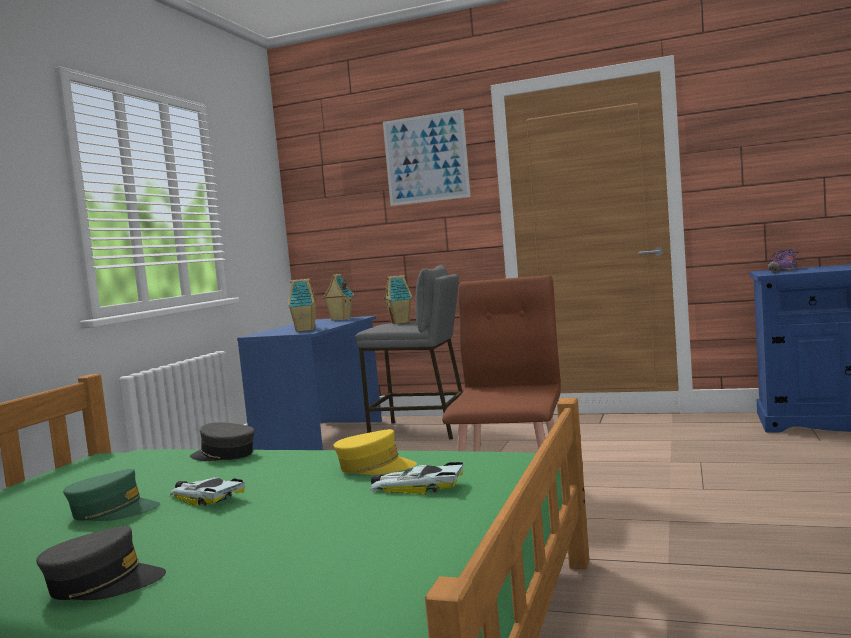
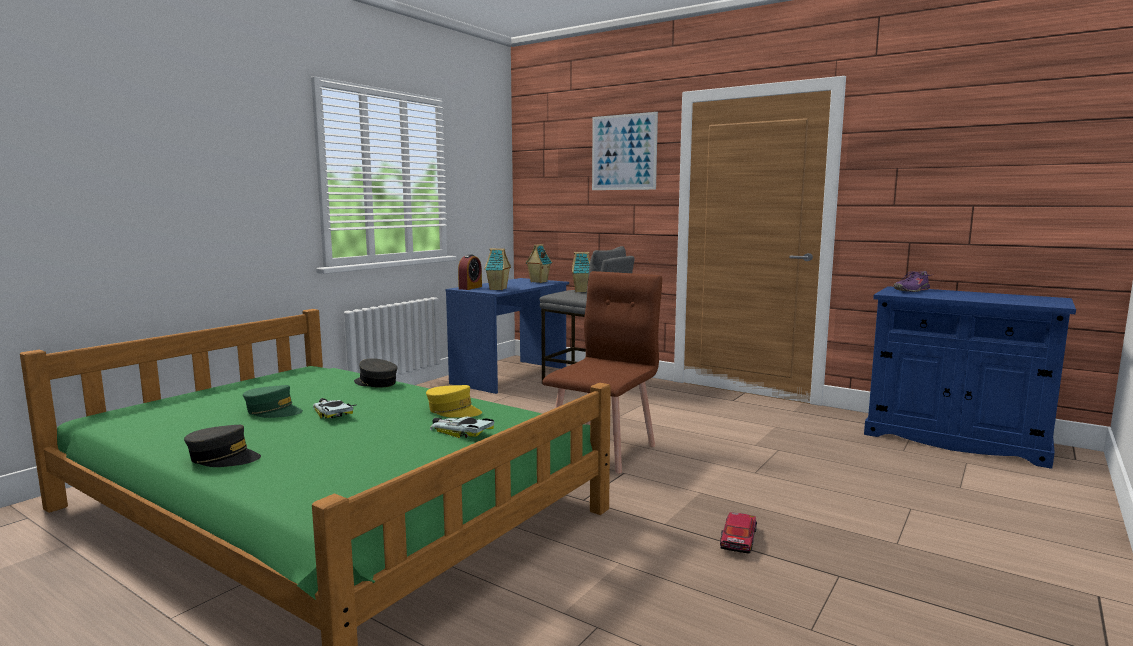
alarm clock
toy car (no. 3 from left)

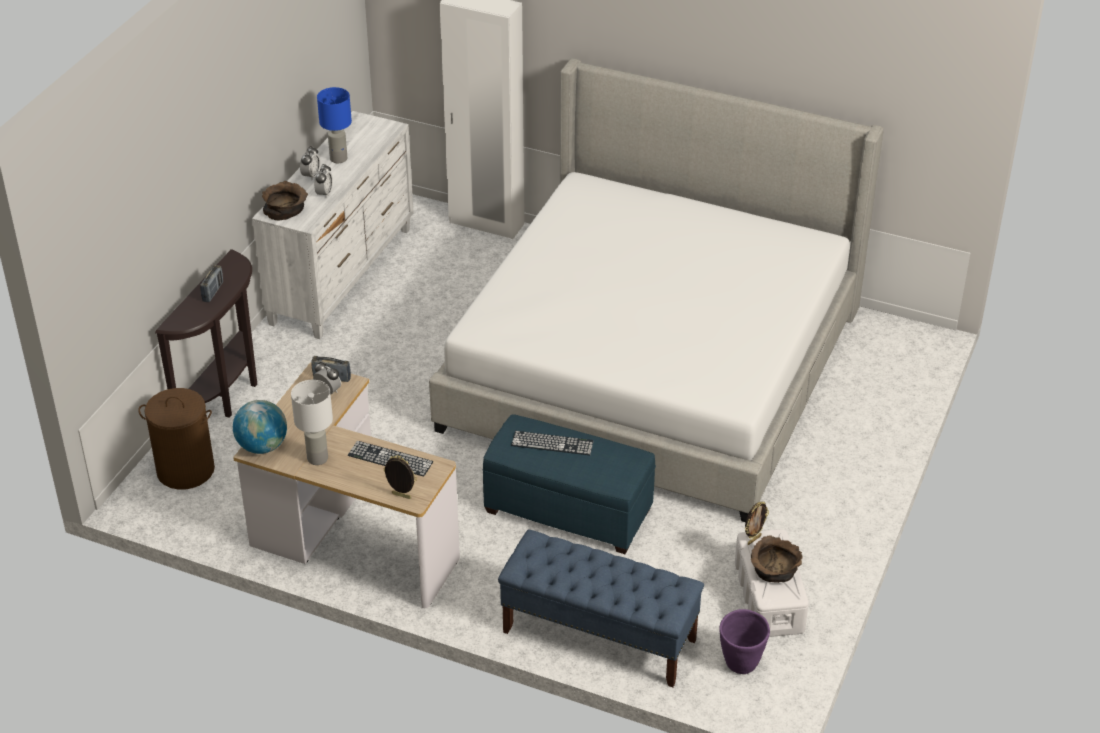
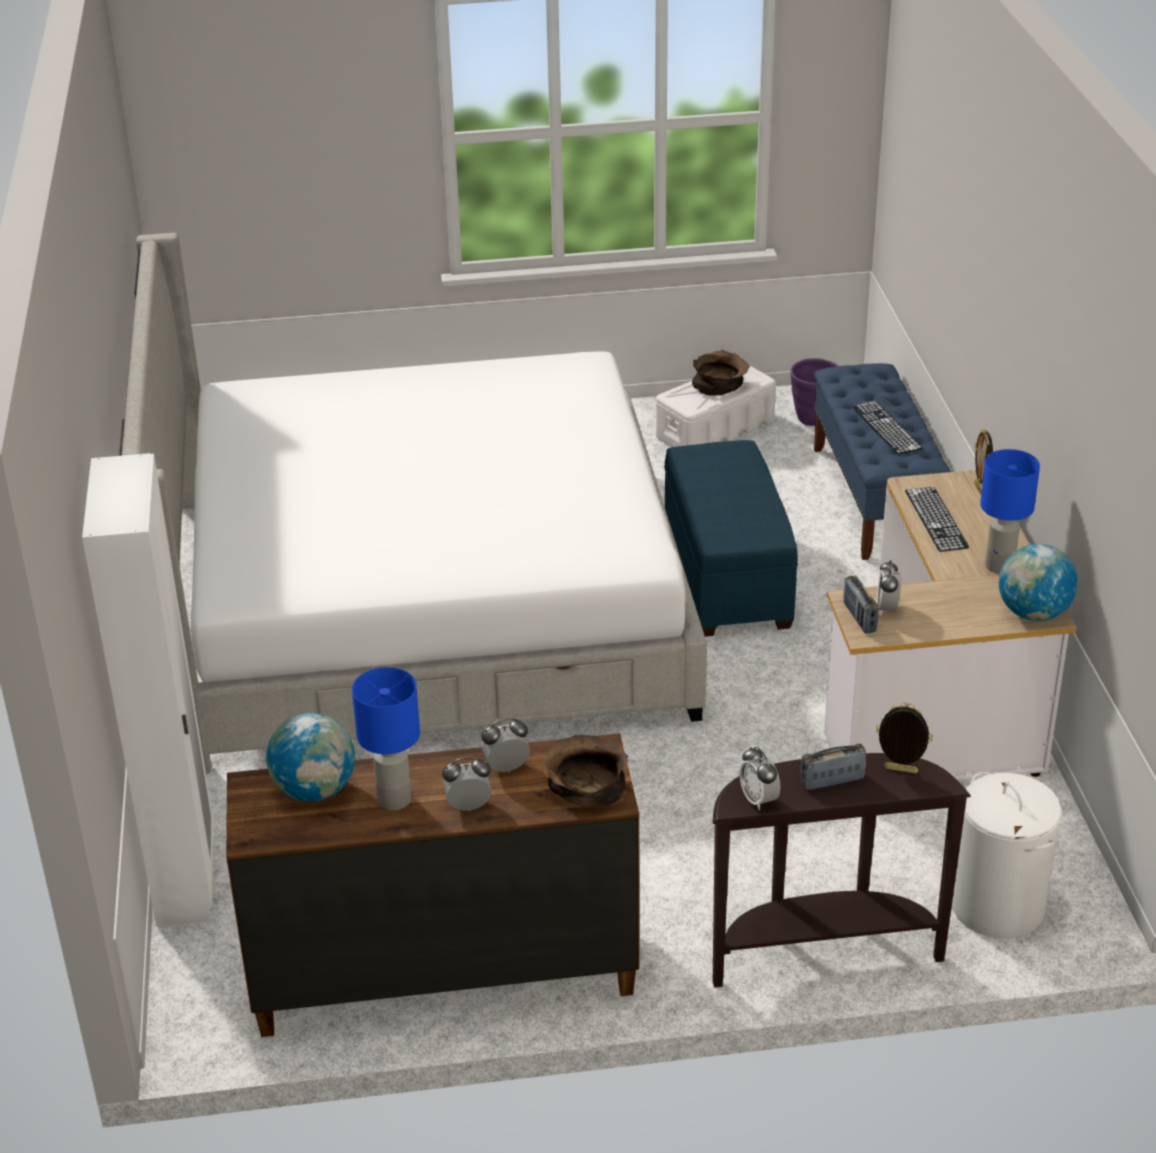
globe (no. 1 from left)
alarm clock (no. 3 from left)
keyboard (no. 1 from left)
picture frame (no. 1 from left)
white laundry basket
brown dresser
blue table lamp (no. 2 from left)

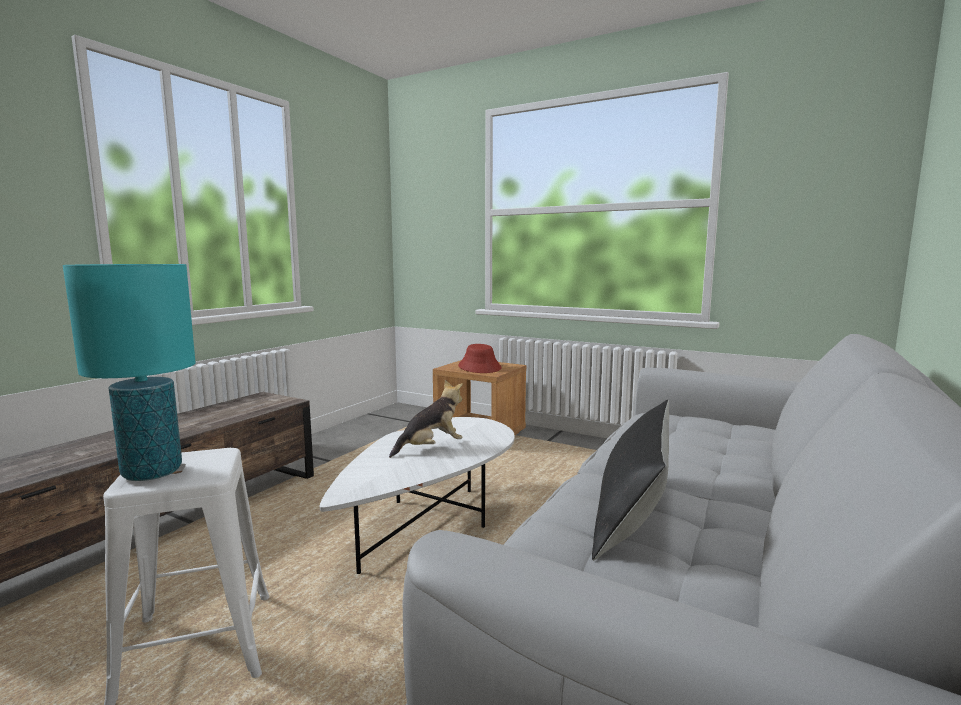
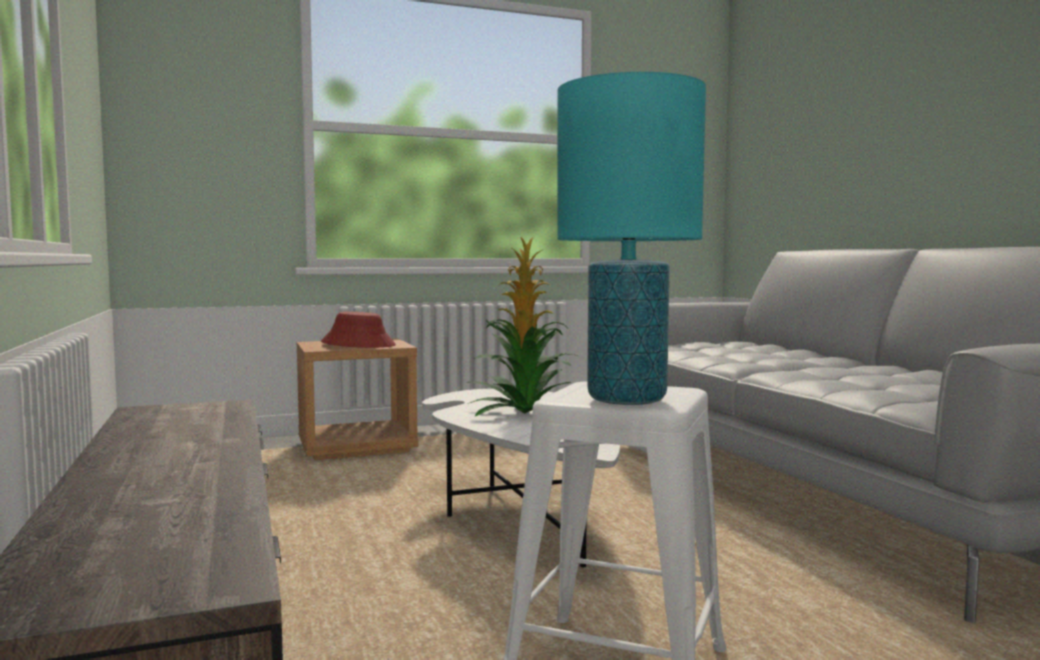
black pillow
potted plant

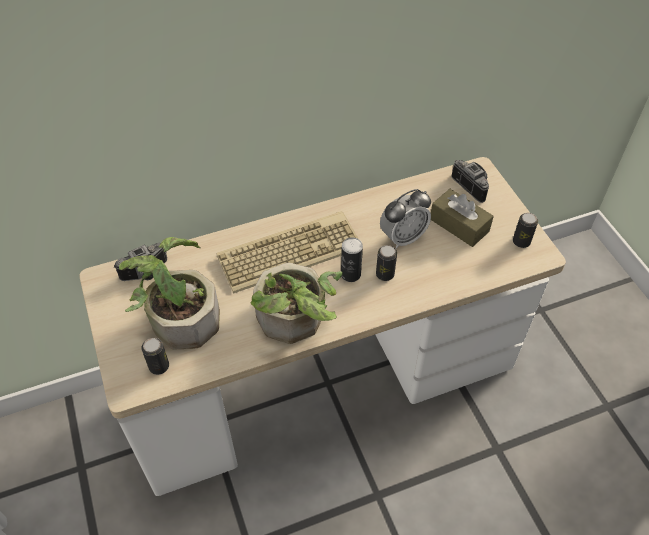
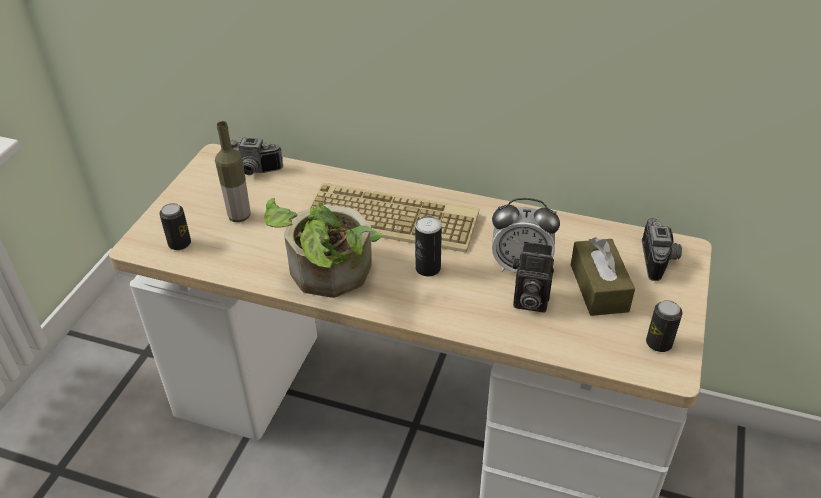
can (no. 3 from left in the first image)
photo camera (no. 2 from left)
bottle

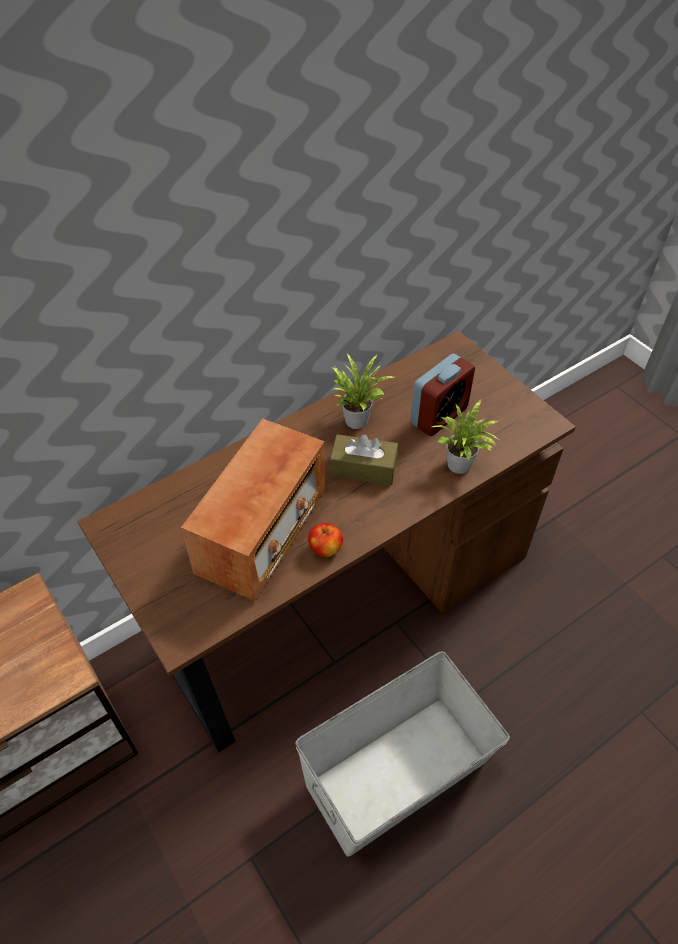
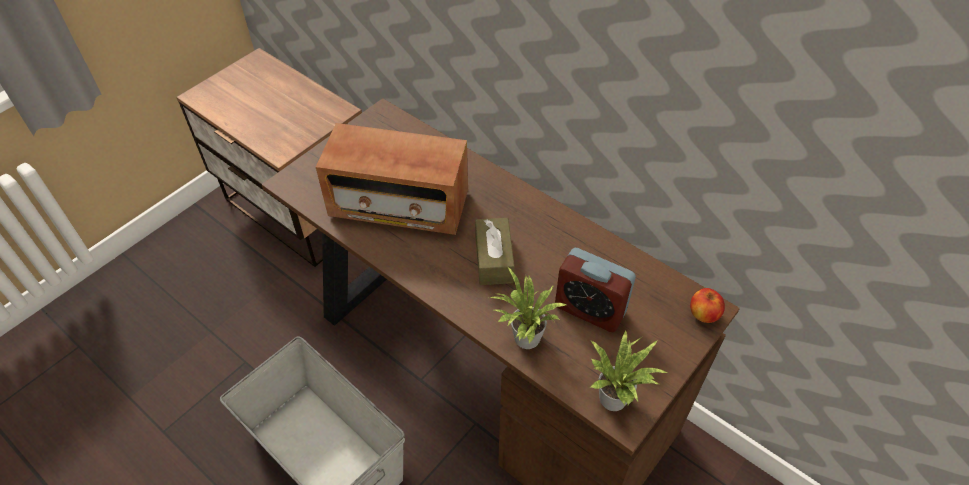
apple
potted plant (no. 2 from left)

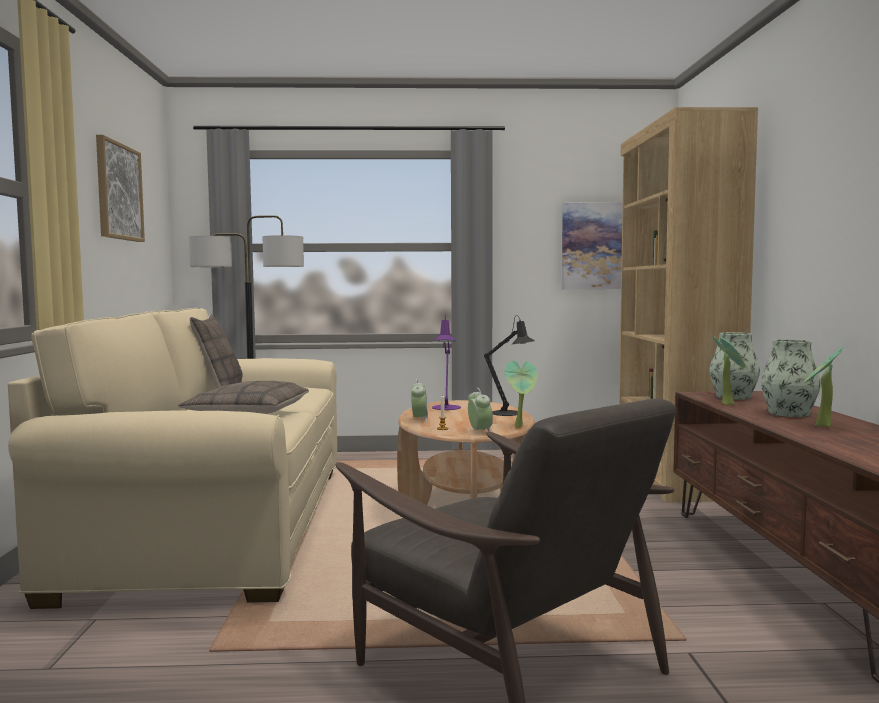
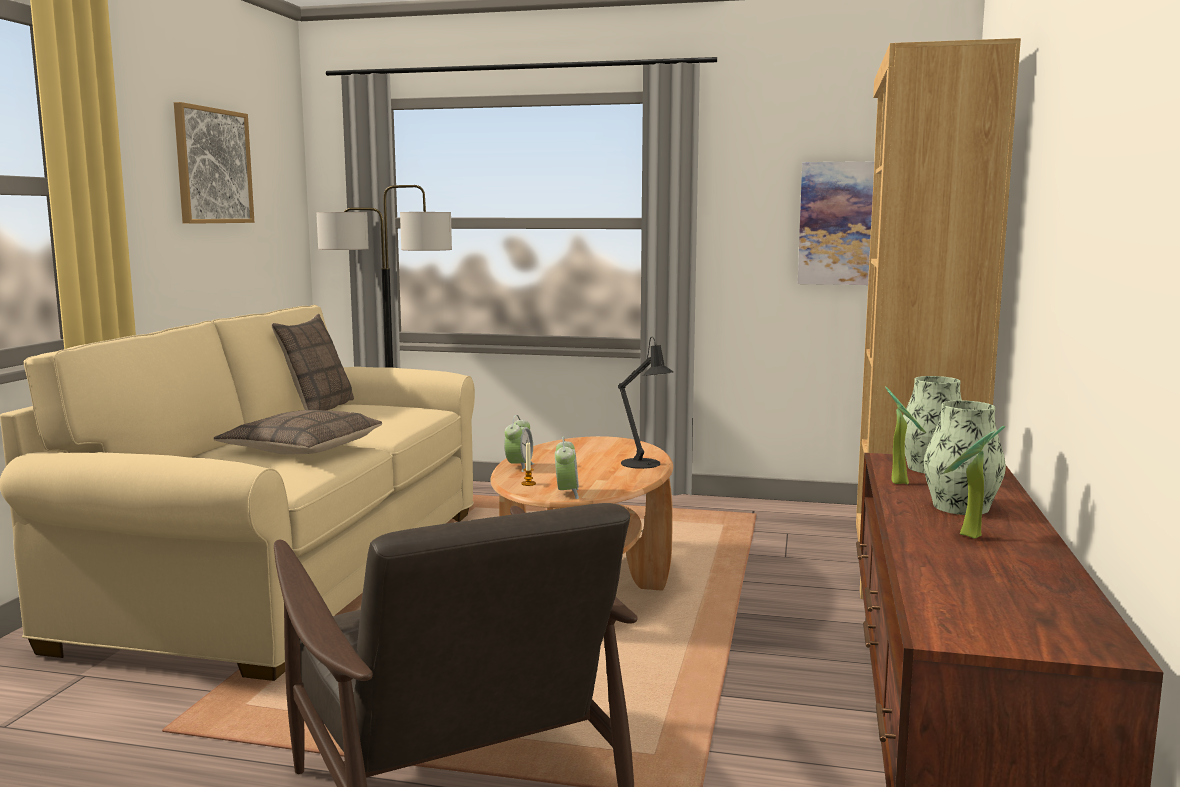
purple table lamp
potted plant (no. 1 from left in the first image)

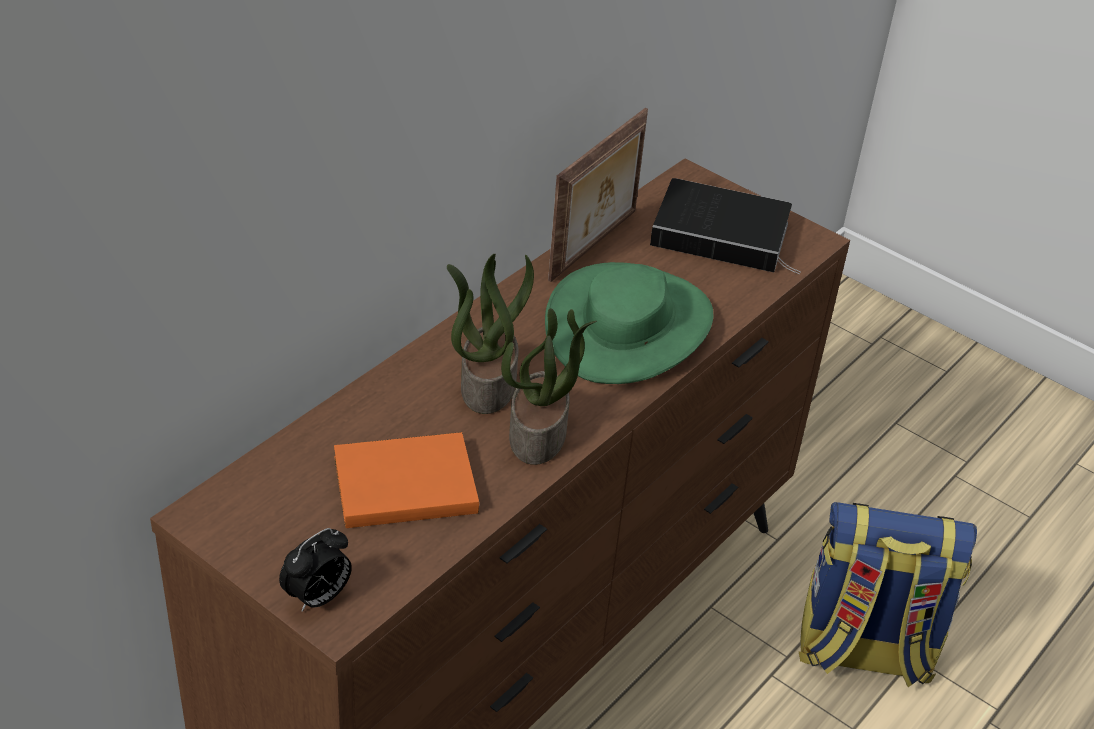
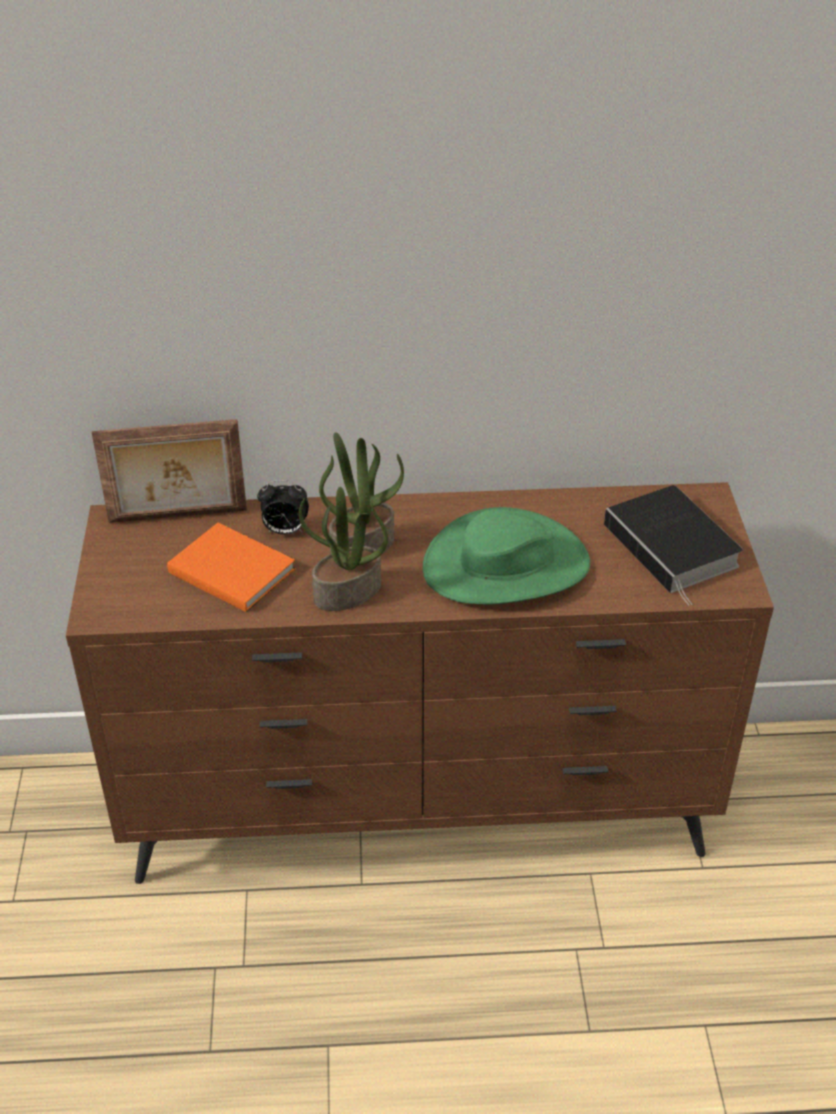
backpack
alarm clock
picture frame

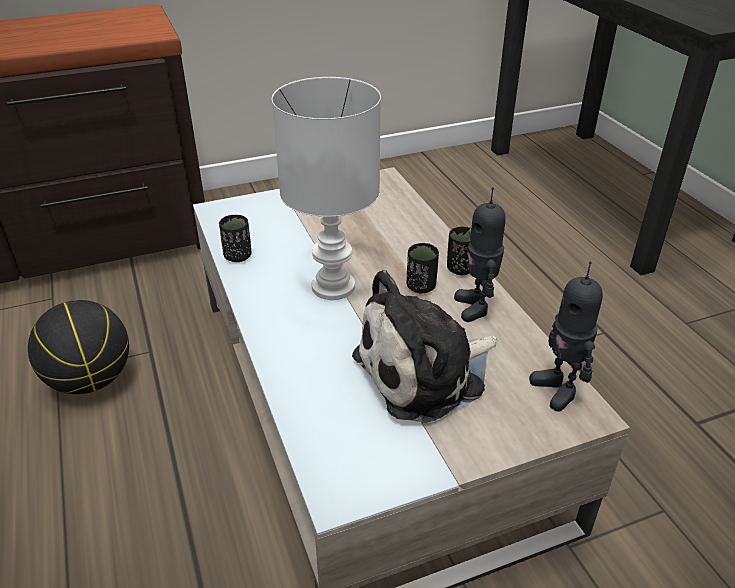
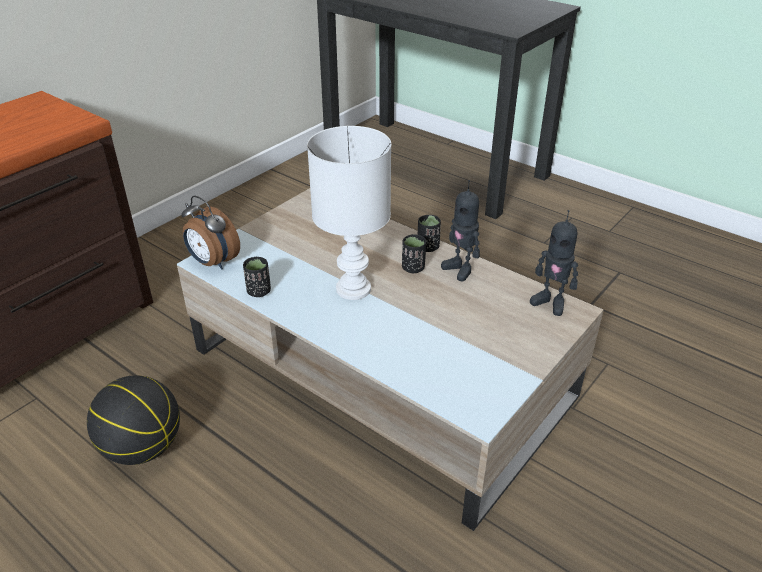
plush toy
alarm clock

